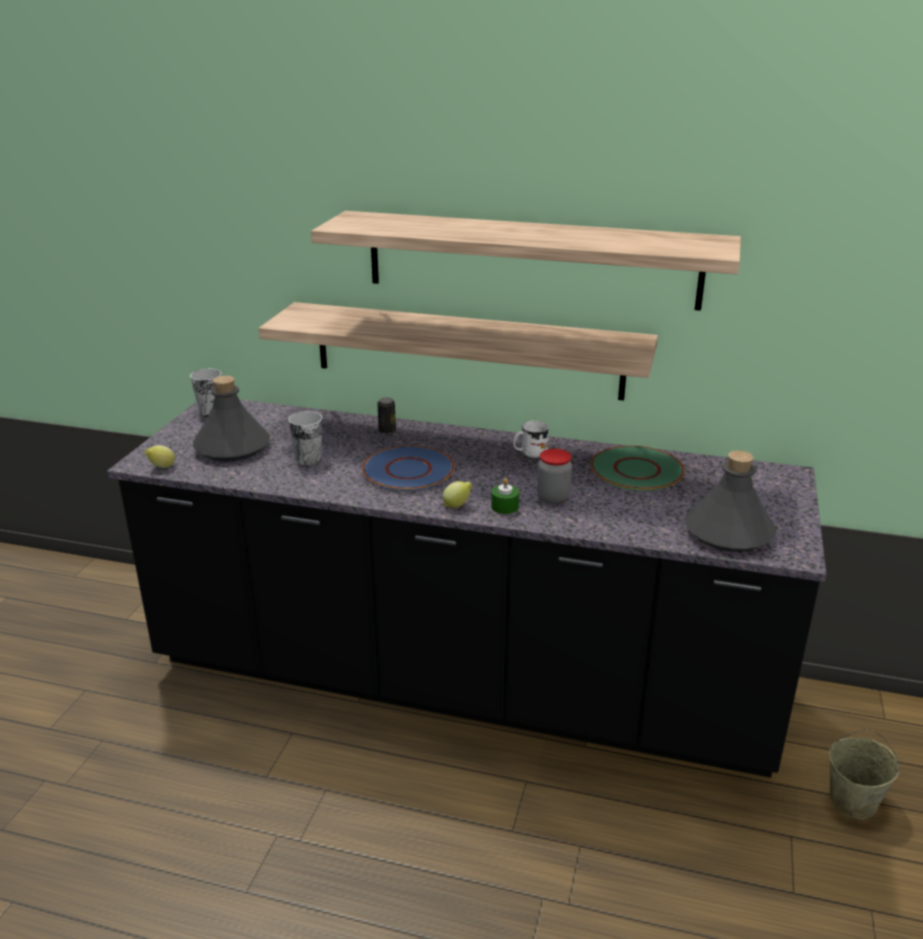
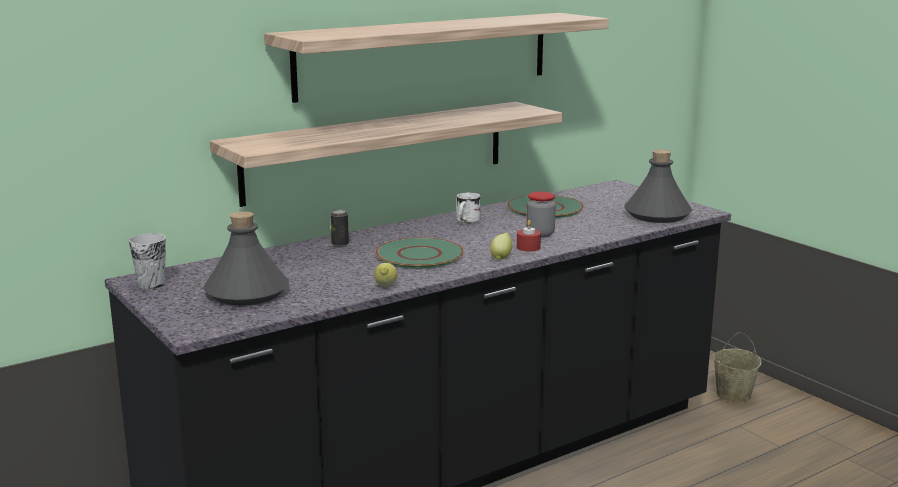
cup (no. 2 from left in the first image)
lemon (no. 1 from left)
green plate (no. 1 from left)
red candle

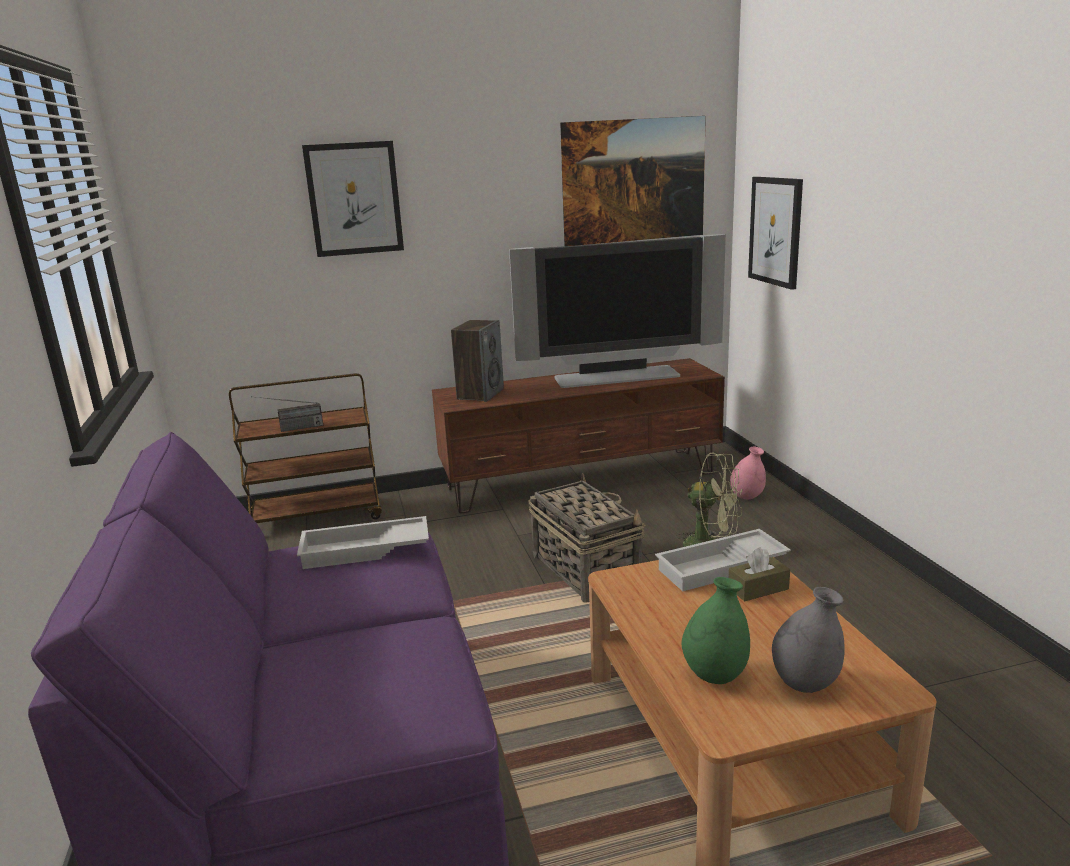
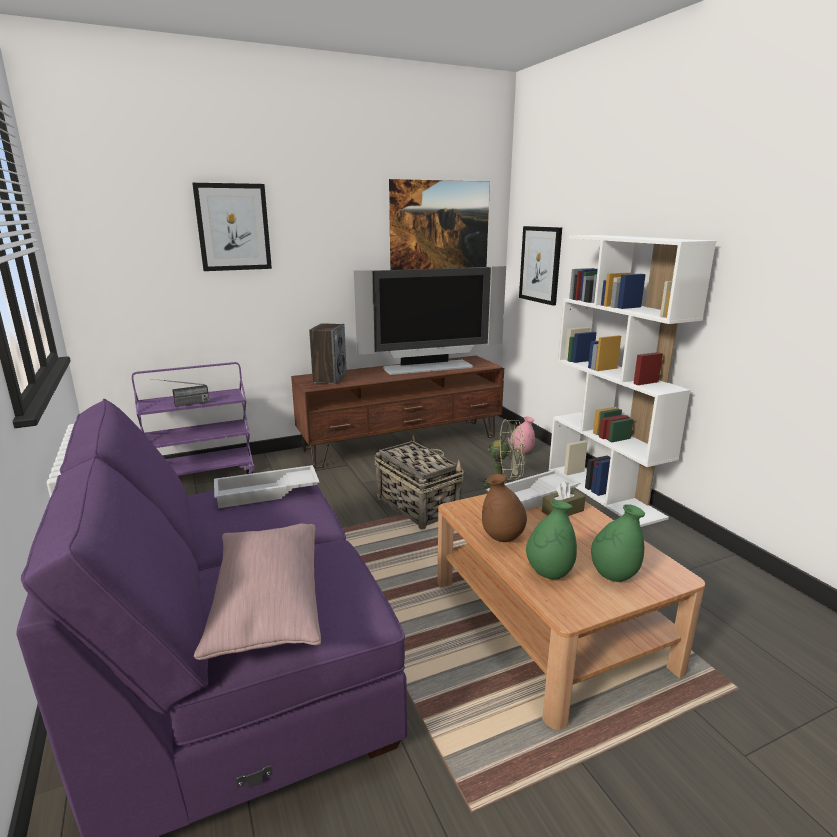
pink pillow
brown vase
white bookcase
purple cart
green vase (no. 2 from left)

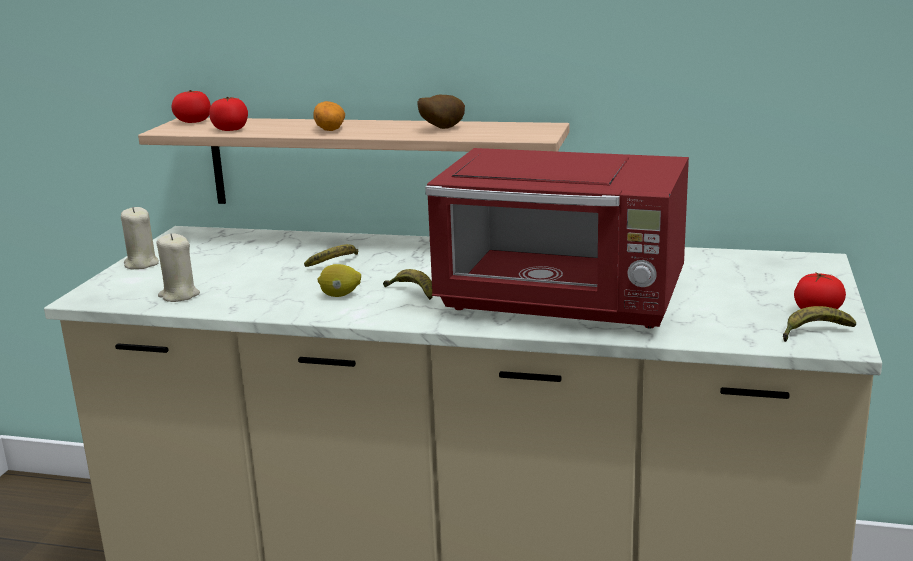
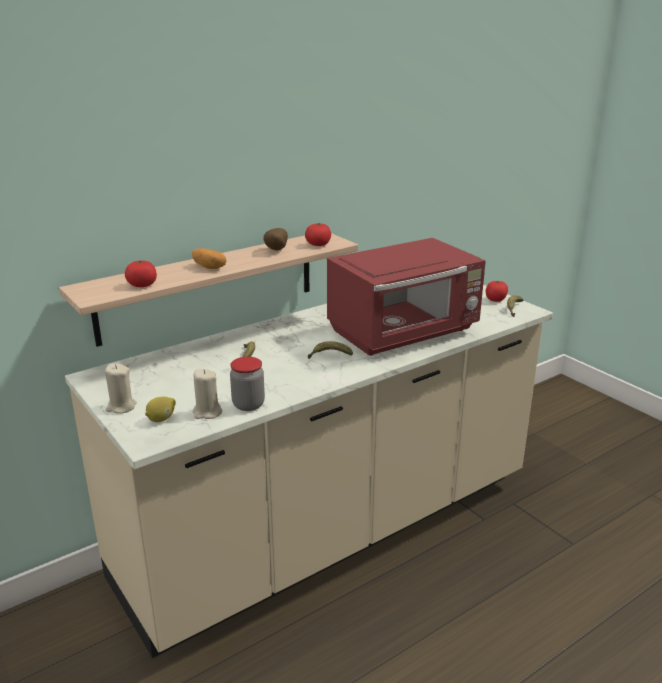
jar
tomato (no. 2 from left)
lemon

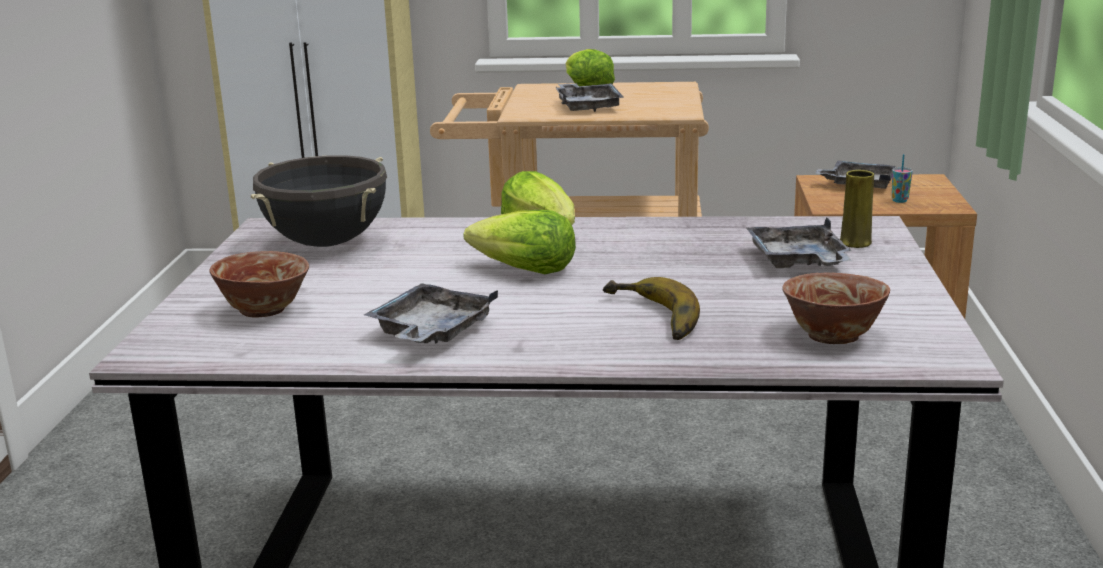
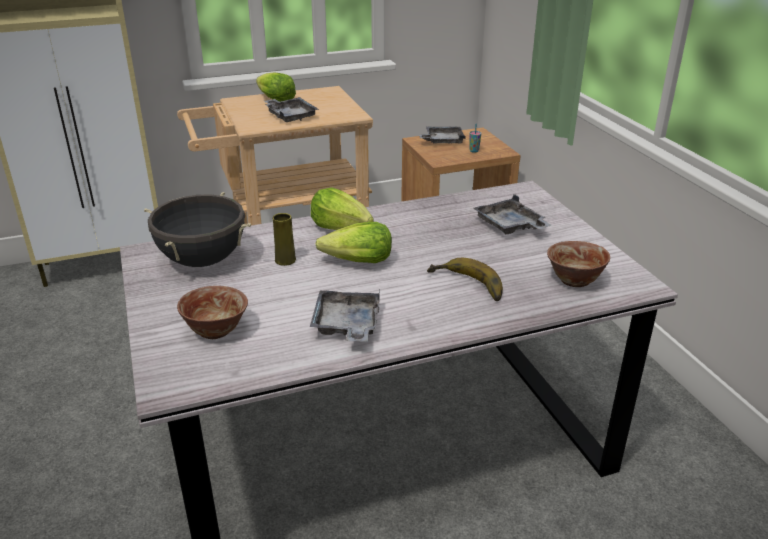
yellow vase

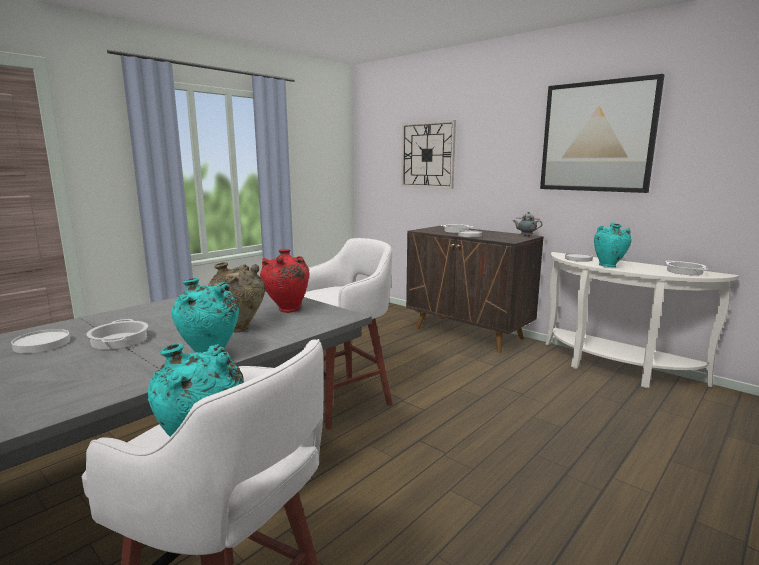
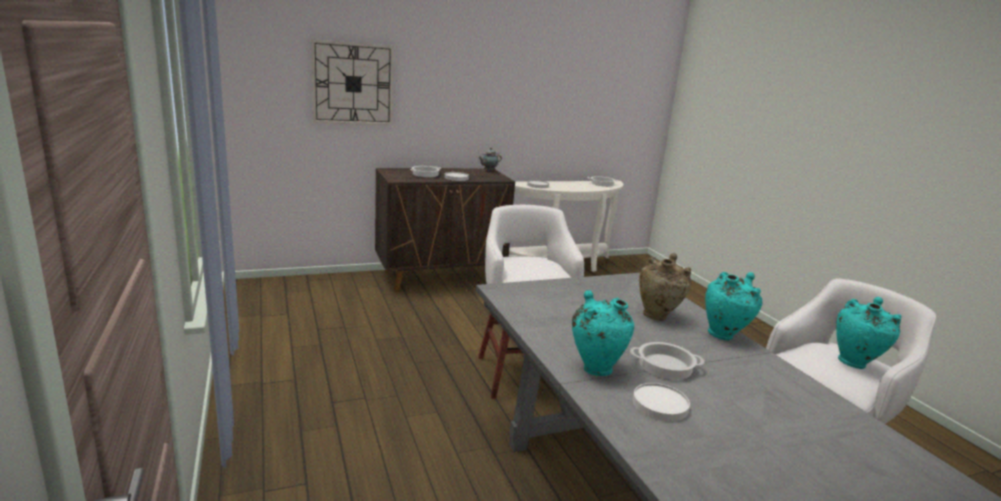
red vase
picture
turquoise vase (no. 1 from left)

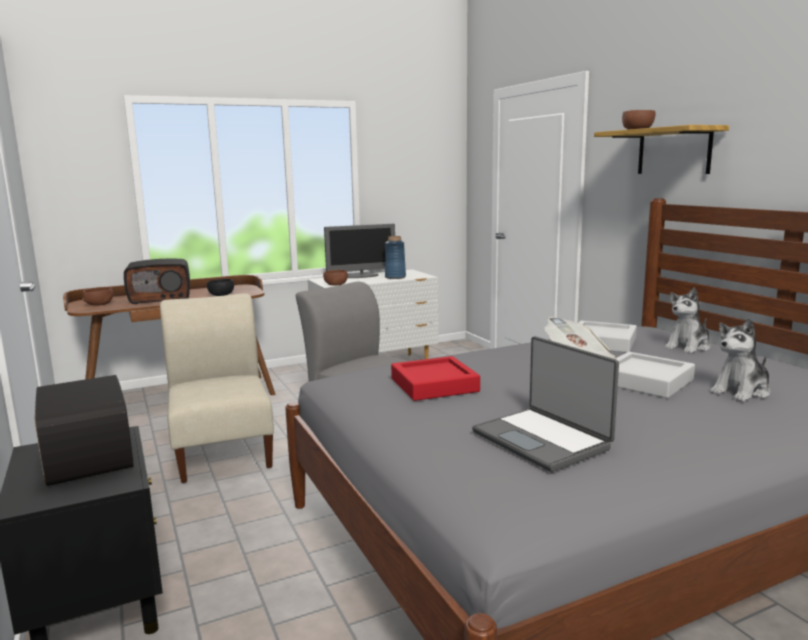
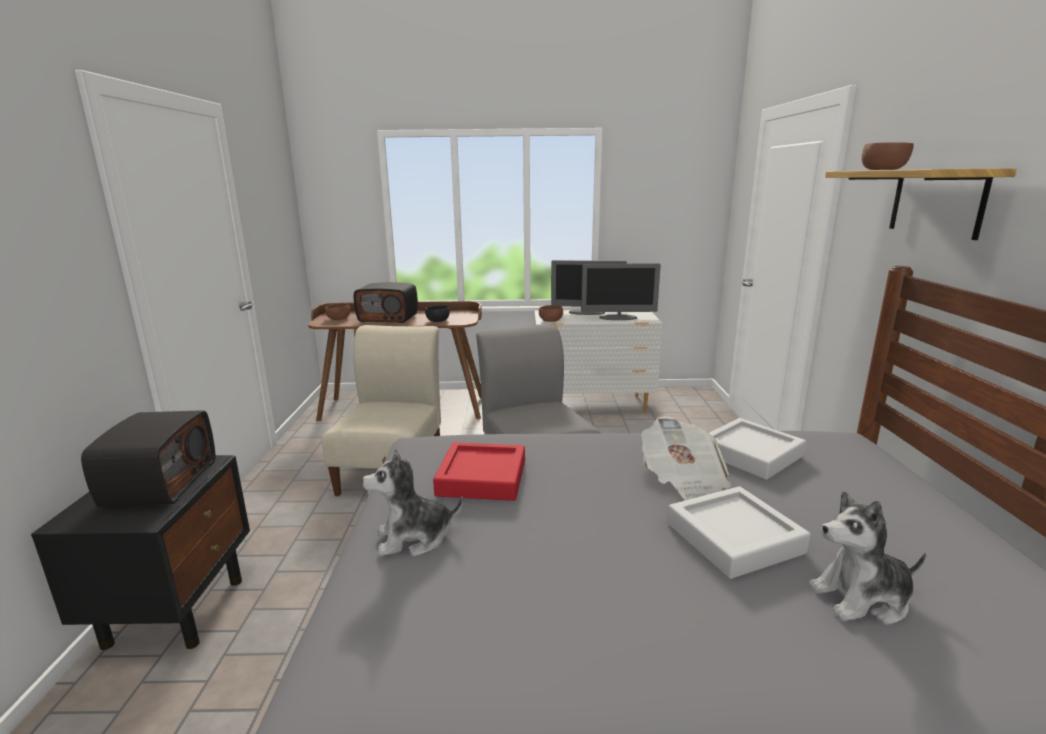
laptop
plush toy (no. 1 from left)
monitor (no. 2 from left)

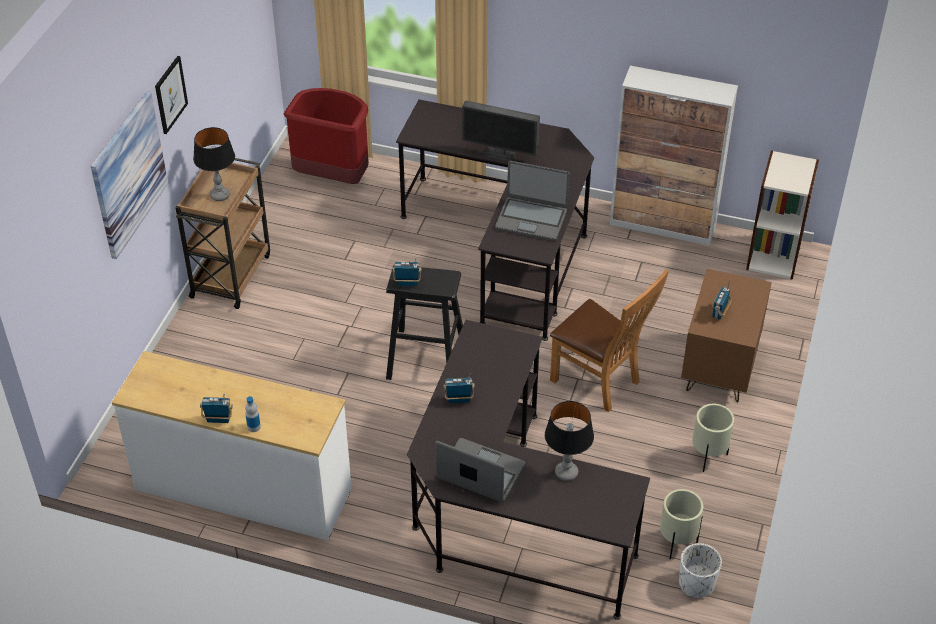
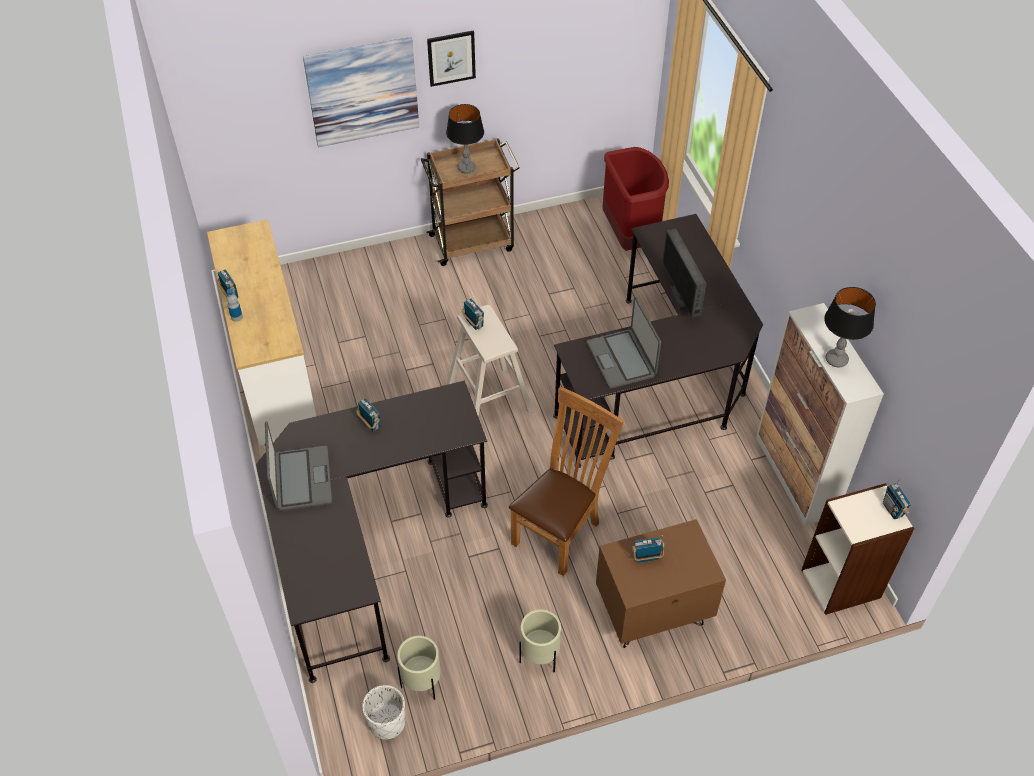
radio (no. 5 from left)
table lamp (no. 2 from left)
beige stool
brown chair

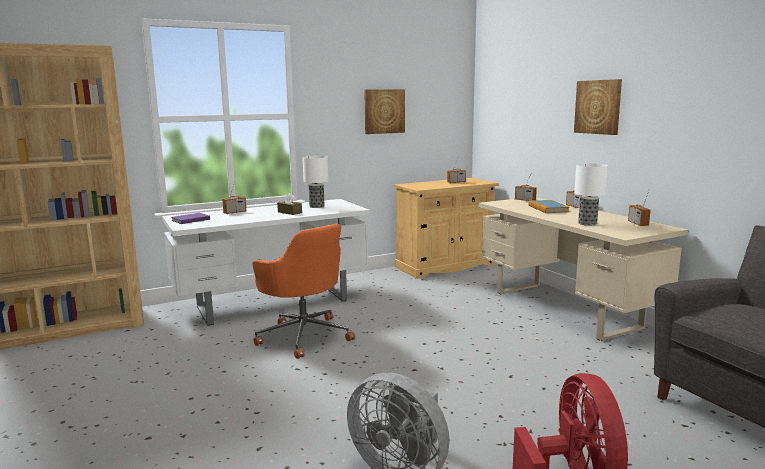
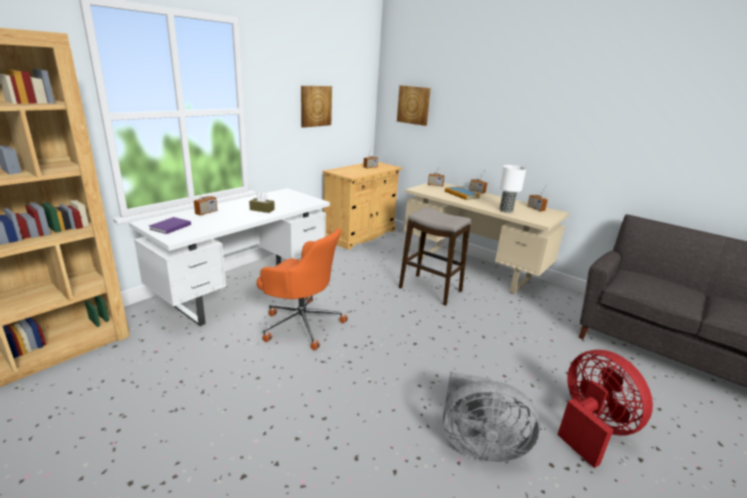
table lamp (no. 1 from left in the first image)
stool
picture (no. 2 from left)

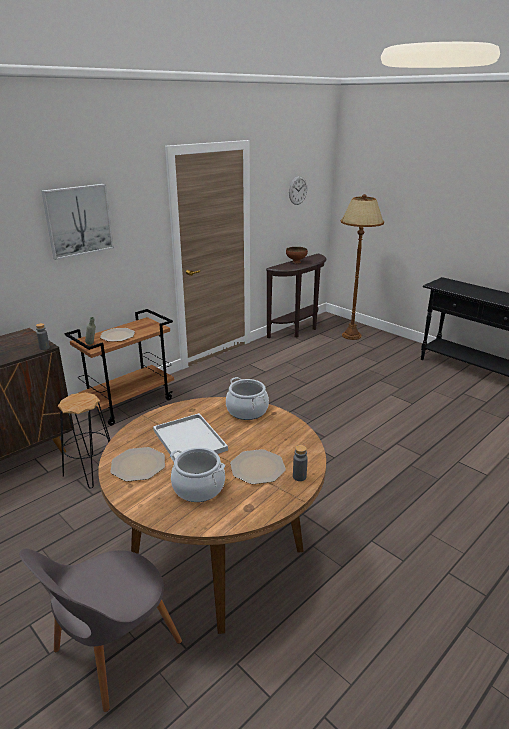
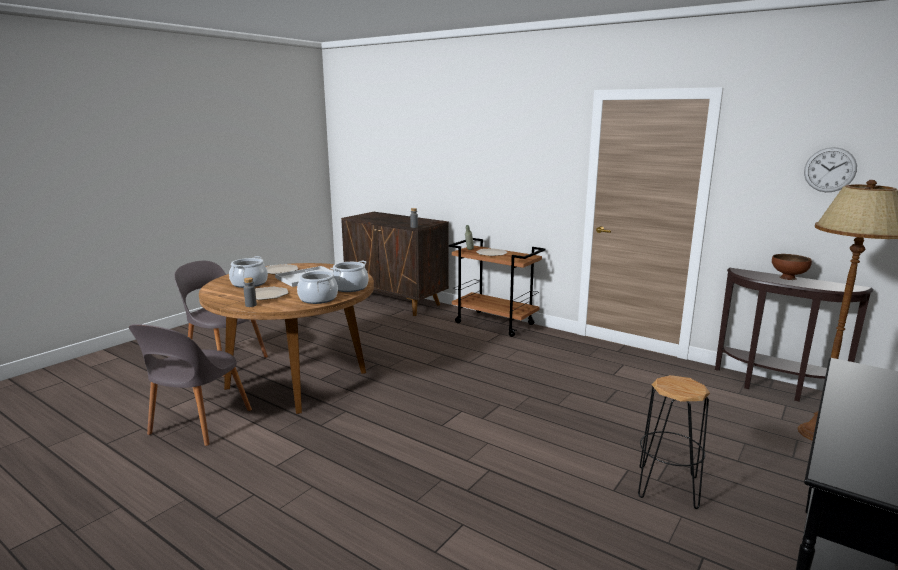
picture
grey chair (no. 1 from left)
cooking pot (no. 2 from left)
black stool

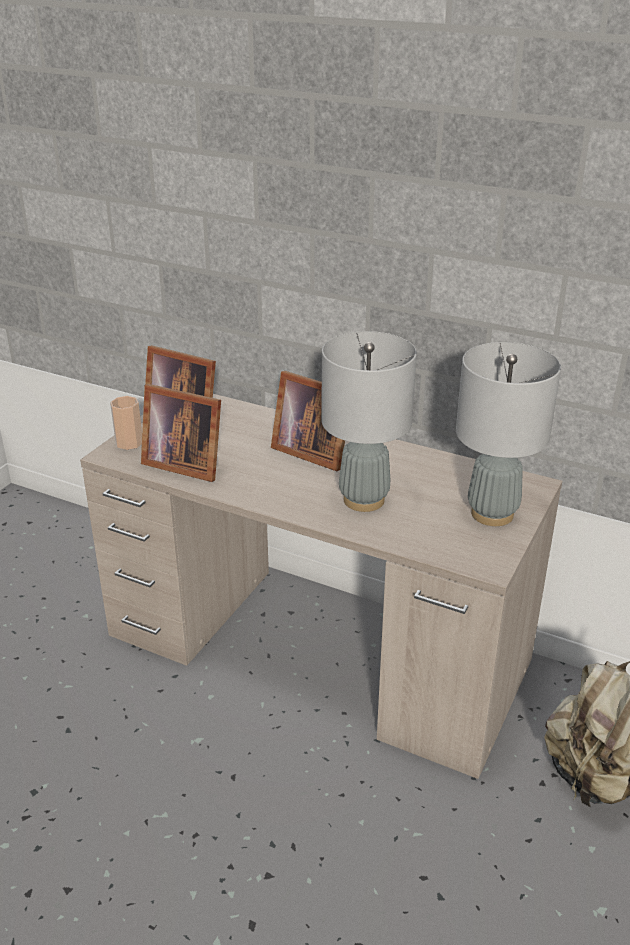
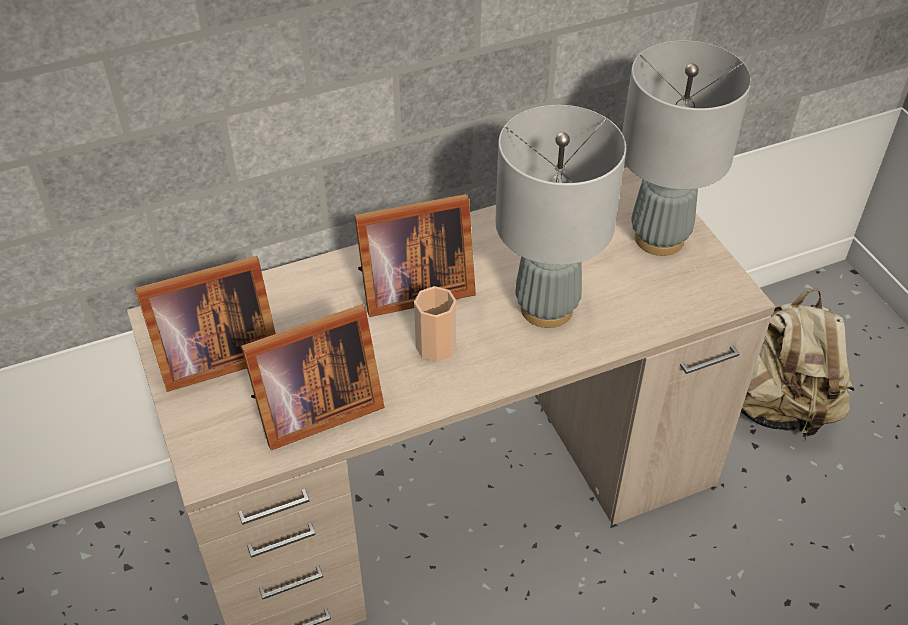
cup

